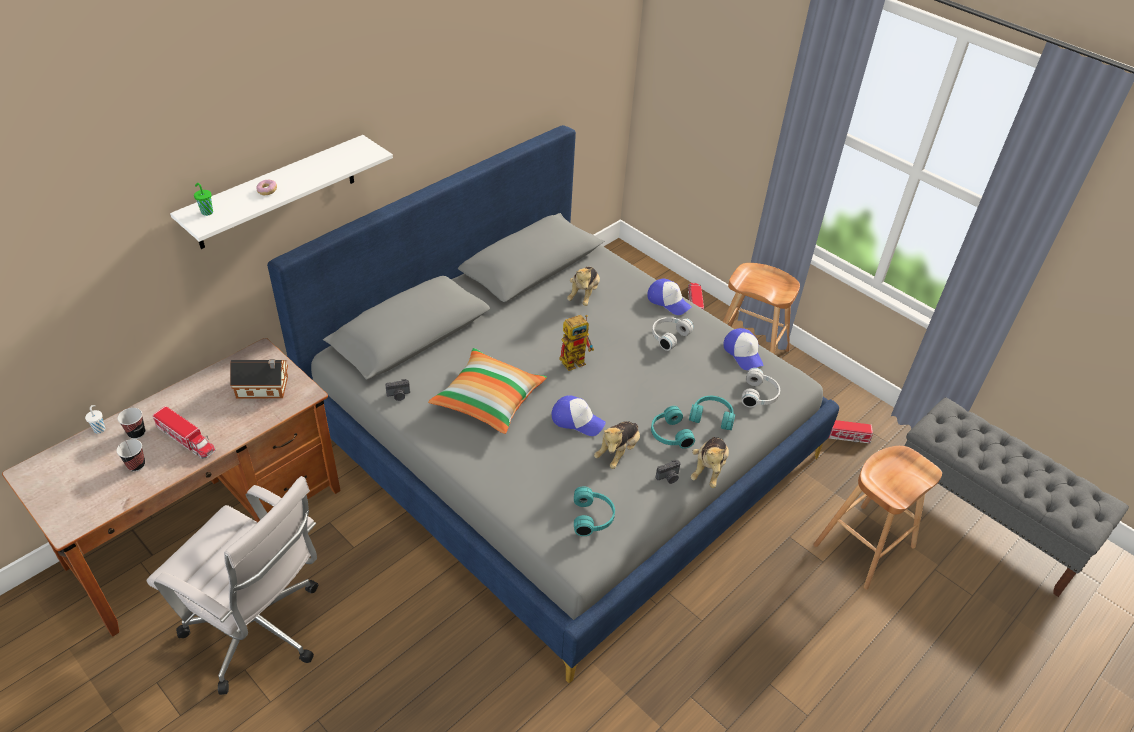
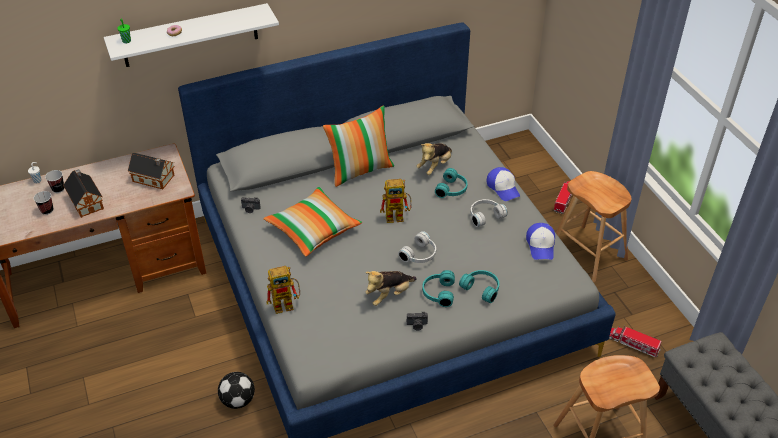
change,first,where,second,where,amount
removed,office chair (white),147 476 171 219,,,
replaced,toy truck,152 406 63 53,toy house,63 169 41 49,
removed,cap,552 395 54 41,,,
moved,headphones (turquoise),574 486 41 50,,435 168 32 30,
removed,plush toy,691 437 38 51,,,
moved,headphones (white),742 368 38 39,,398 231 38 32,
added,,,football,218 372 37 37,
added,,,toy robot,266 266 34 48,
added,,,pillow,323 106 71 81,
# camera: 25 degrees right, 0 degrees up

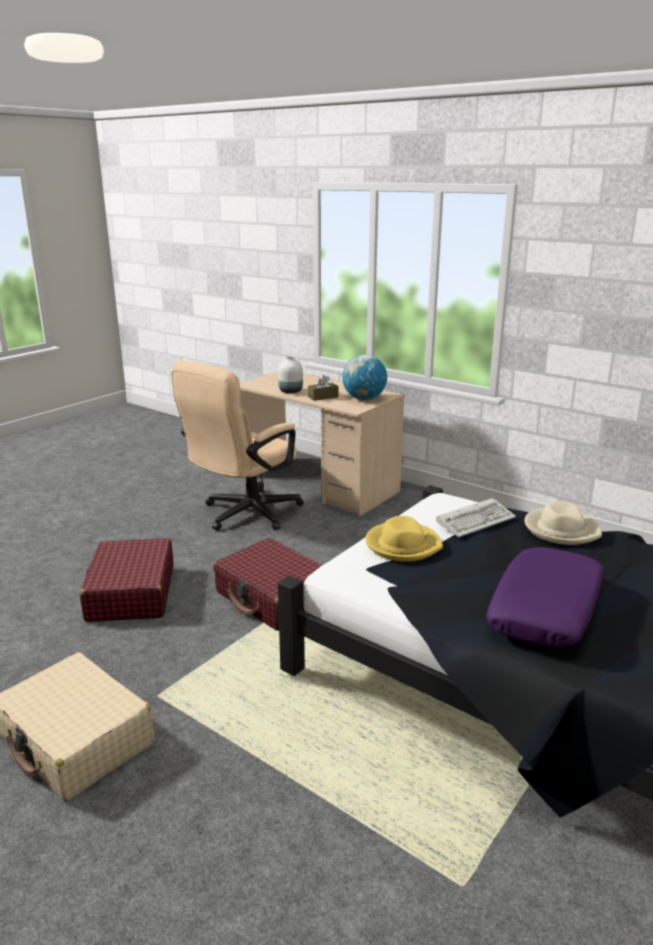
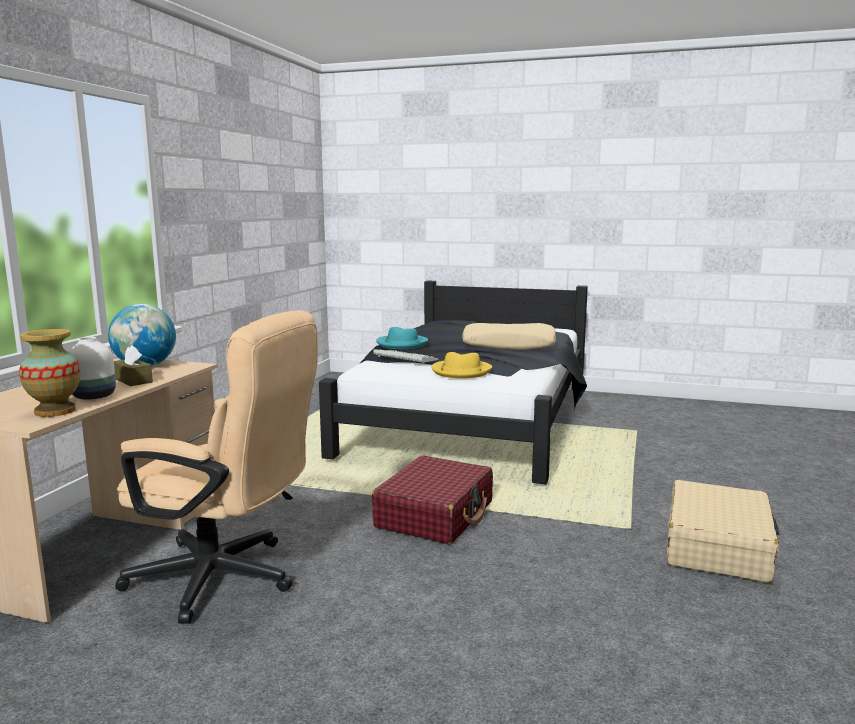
change,first,where,second,where,amount
removed,suitcase (red),80 538 93 84,,,
recoloured,pillow (purple),486 547 118 100,pillow (beige),462 323 94 27,
recoloured,hat (beige),524 501 78 44,hat (turquoise),376 327 52 22,
added,,,vase,19 329 61 88,
# camera: 110 degrees left, 10 degrees down

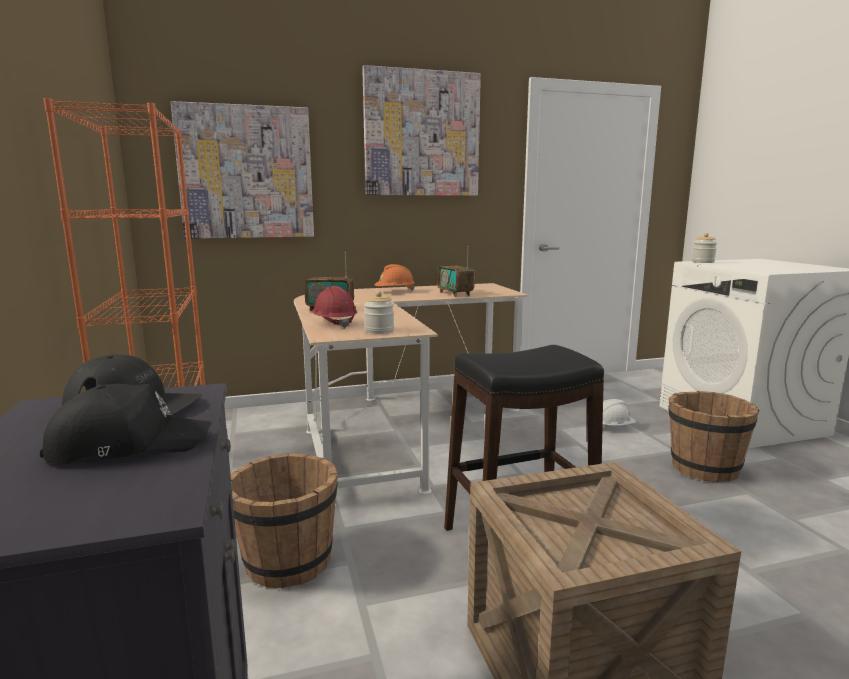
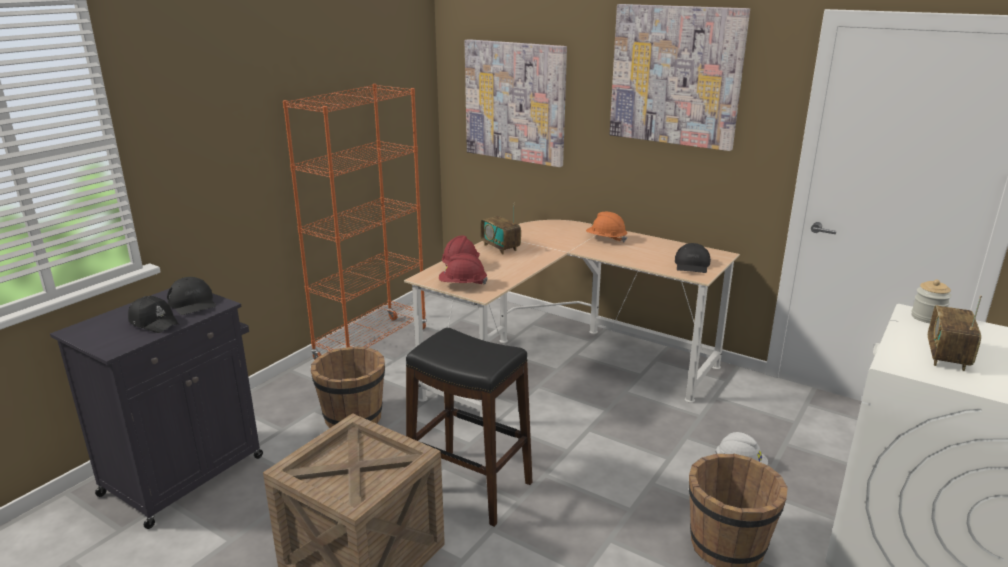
change,first,where,second,where,amount
replaced,jar,364 291 30 43,hard hat (red),439 253 49 32,
moved,radio,437 246 38 51,,928 295 54 76,
added,,,cap (black),675 243 36 30,
# camera: 50 degrees right, 10 degrees up

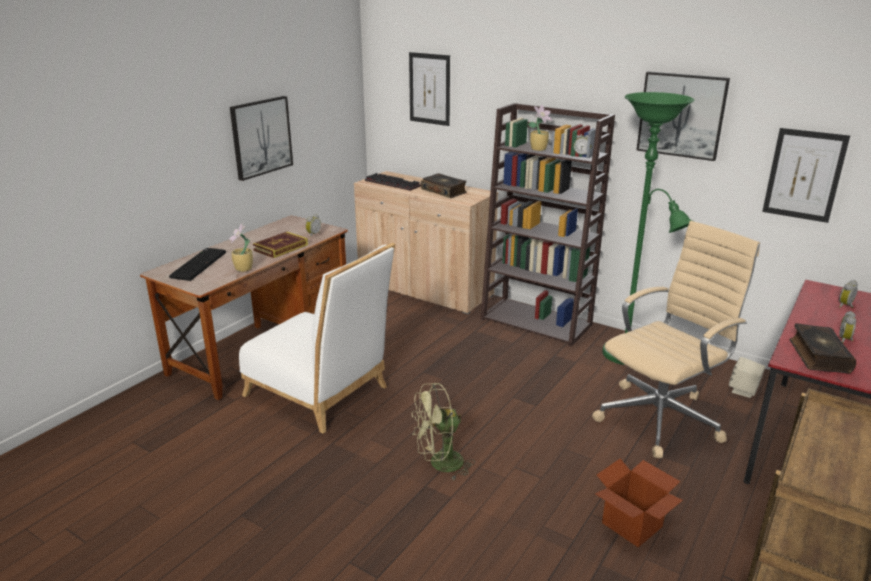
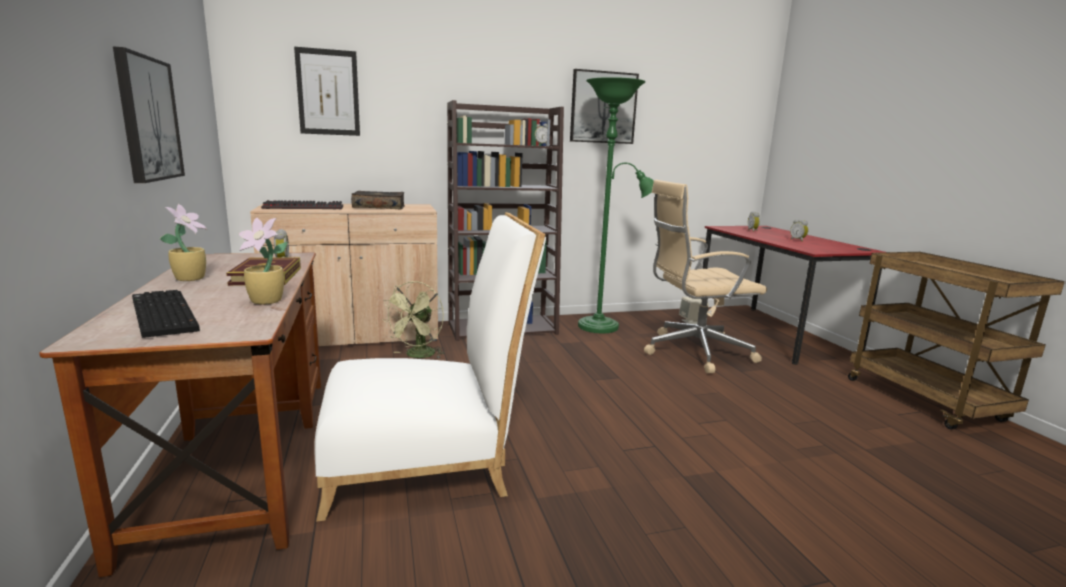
change,first,where,second,where,amount
moved,fan (green),412 383 63 98,,382 281 63 78,
moved,potted plant,528 105 24 46,,160 204 47 77,
turned,office chair (beige),592 221 168 237,,644 180 123 193,105 degrees counterclockwise
removed,cardboard box,595 459 88 88,,,
removed,picture,762 128 88 95,,,
removed,book,789 323 67 51,,,
# camera: 50 degrees left, 10 degrees down

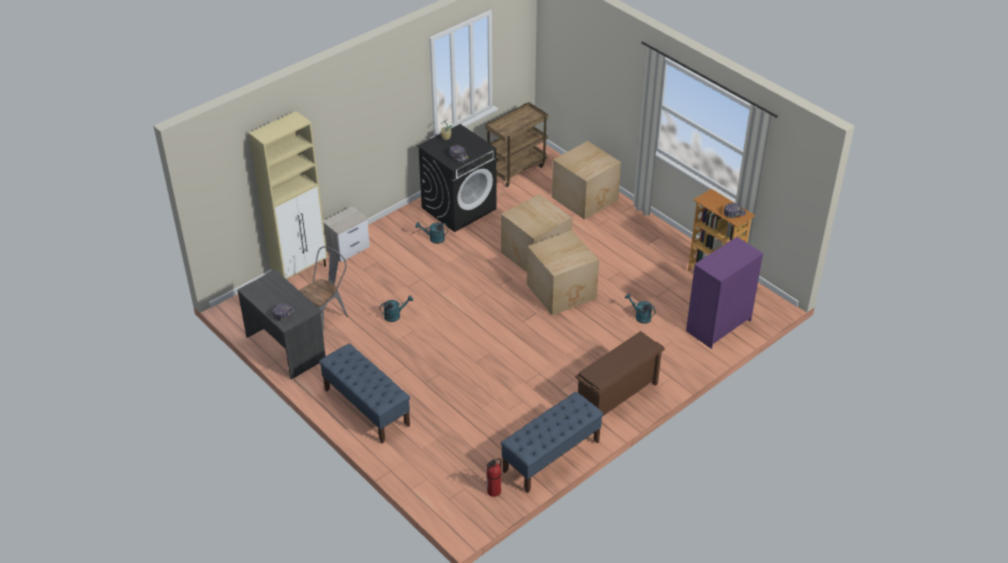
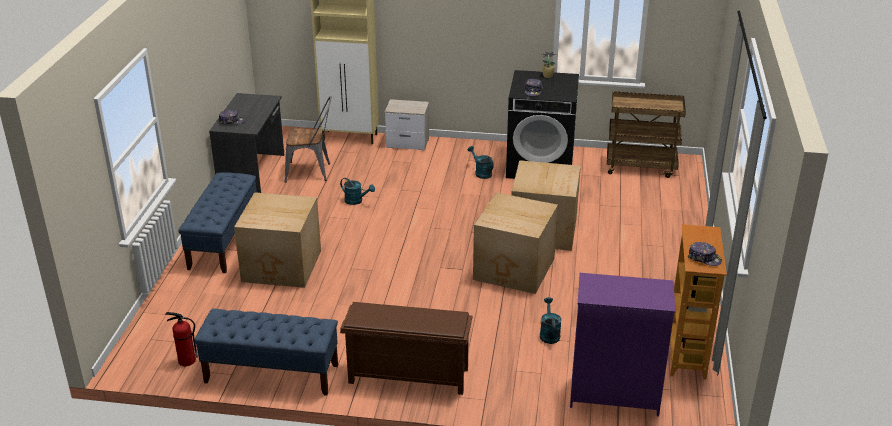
change,first,where,second,where,amount
moved,cardboard box,552 141 69 79,,234 192 87 96,
# camera: 50 degrees right, 10 degrees down

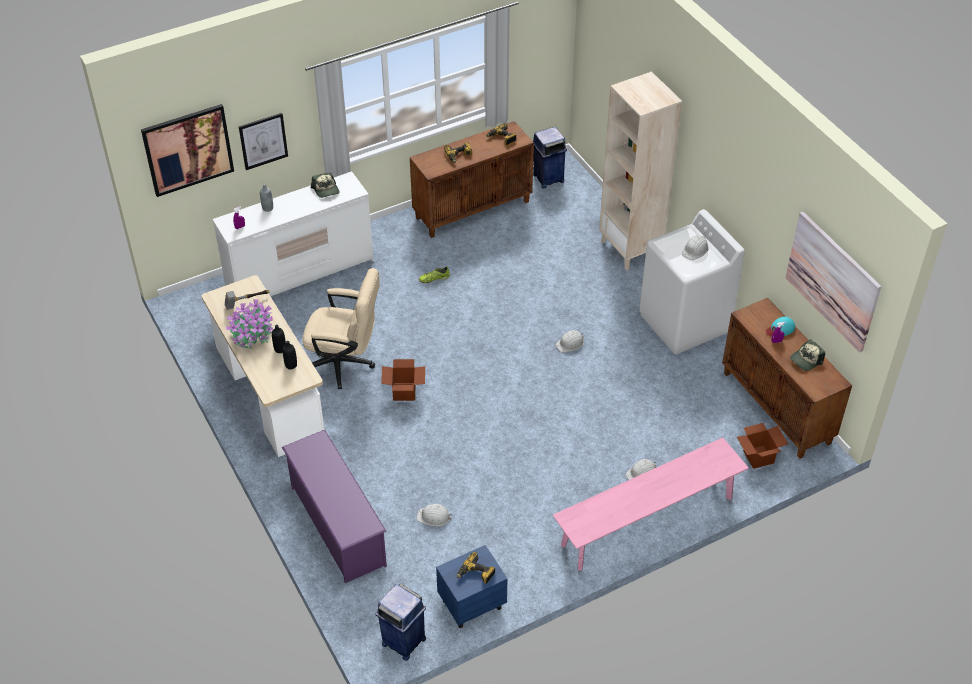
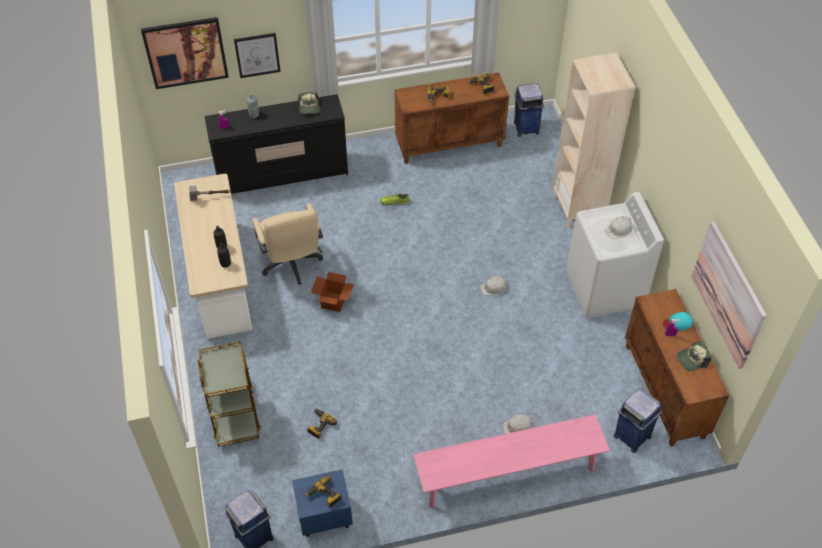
change,first,where,second,where,amount
recoloured,dresser (white),212 171 162 126,dresser (black),204 94 144 100,
removed,potted plant,225 299 48 50,,,
replaced,shoe rack (purple),282 430 105 153,cart (brown),197 341 64 106,
turned,office chair (beige),302 268 78 121,,253 204 70 81,45 degrees clockwise
replaced,hard hat (white),417 504 35 23,power drill,307 409 30 30,
replaced,cardboard box,737 423 51 46,trash can (blue),614 389 48 64,
# camera: 15 degrees right, 5 degrees up

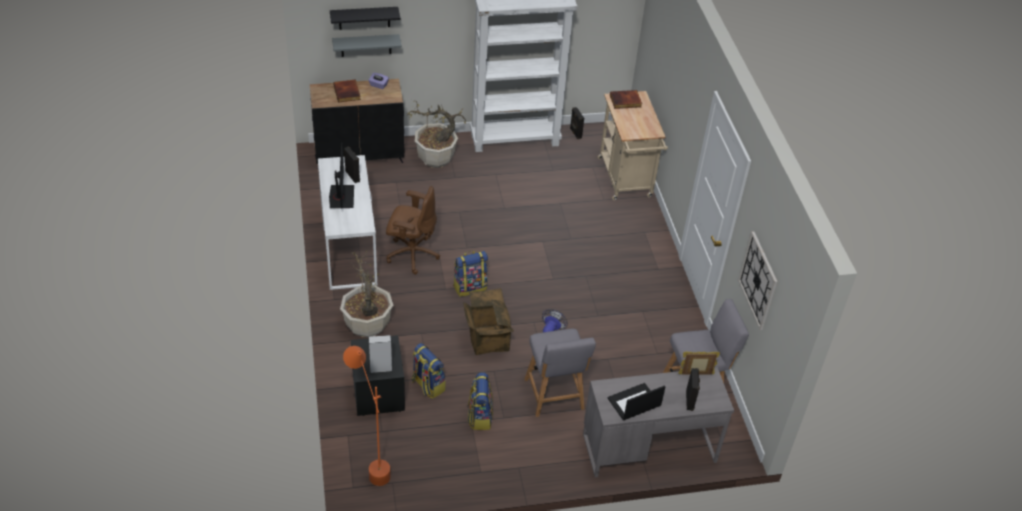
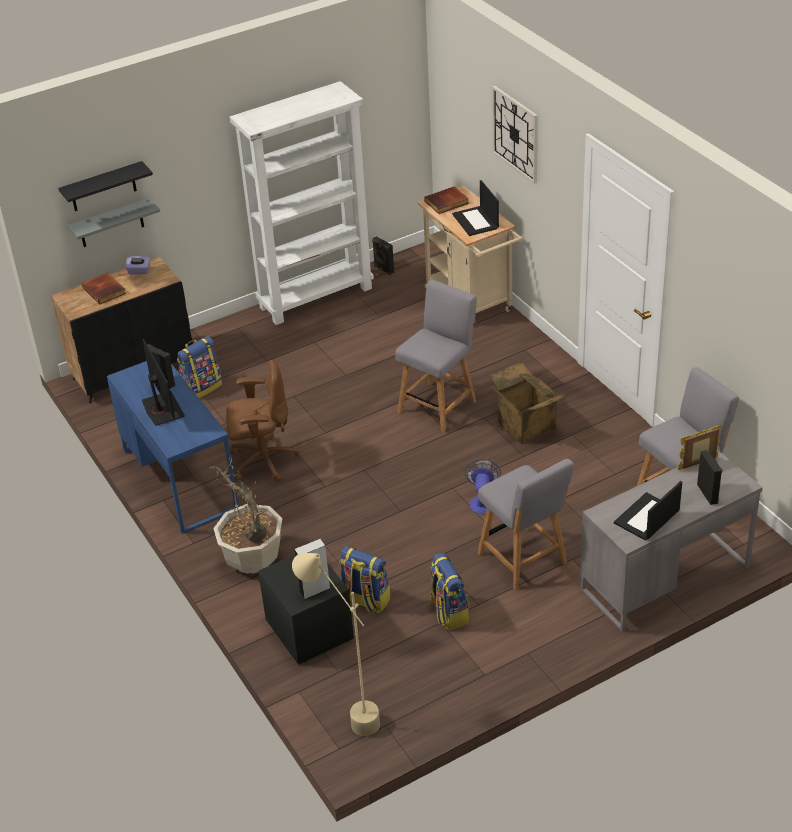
change,first,where,second,where,amount
recoloured,desk (white),318 155 59 135,desk (blue),107 361 132 173,
recoloured,floor lamp (orange),343 346 48 140,floor lamp (beige),292 553 88 183,
removed,potted plant,407 99 60 69,,,
moved,backpack,453 251 35 46,,177 336 45 62,
moved,cardboard box,463 288 51 67,,488 361 78 83,
moved,wall clock,738 231 40 99,,492 85 46 99,
added,,,chair (grey),395 280 82 152,
added,,,laptop,452 180 47 56,
# camera: 15 degrees left, 5 degrees down

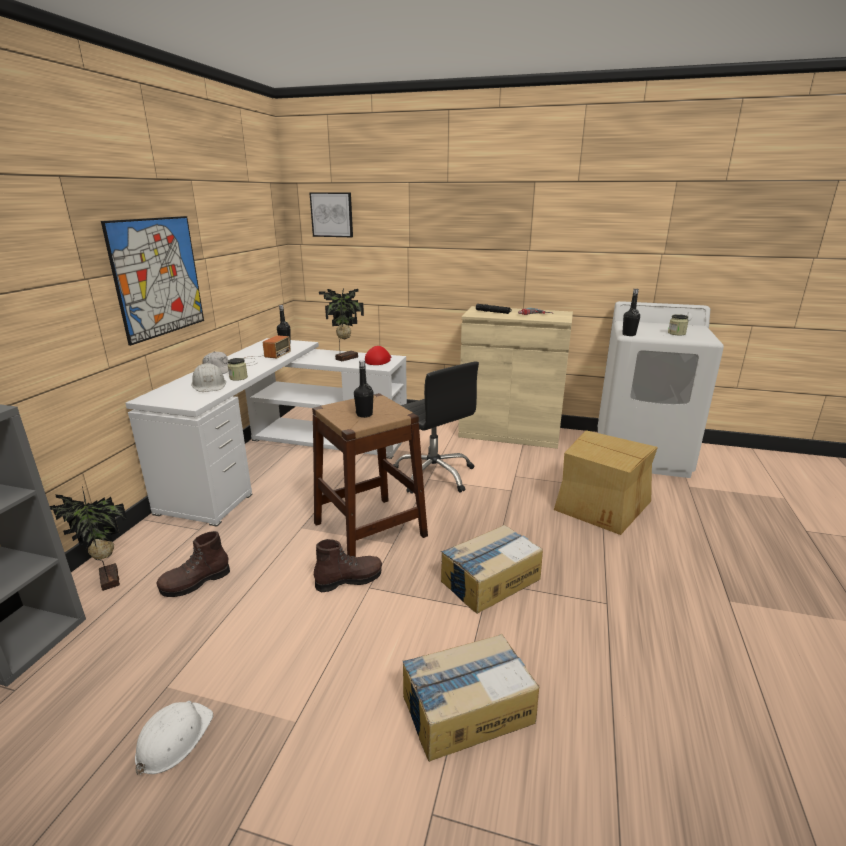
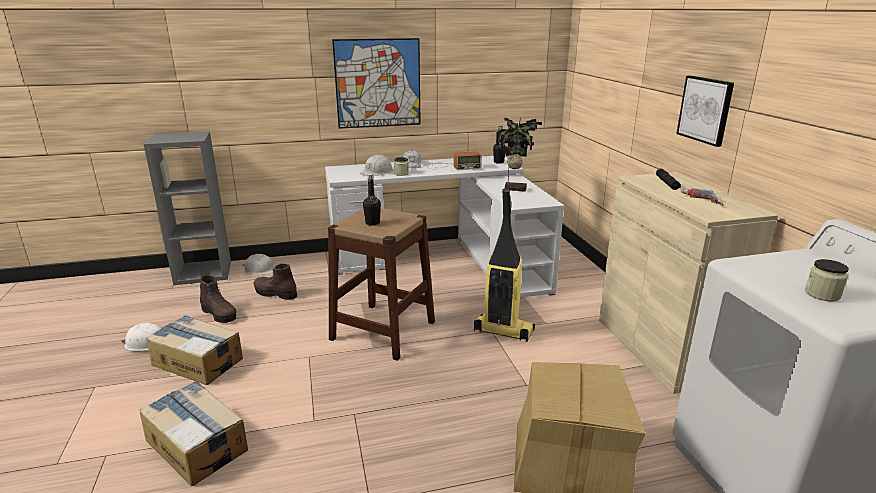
change,first,where,second,where,amount
replaced,potted plant,50 486 77 105,hard hat (white),243 254 32 20,
moved,picture,309 192 44 45,,676 76 58 71,
moved,boot (brown),314 539 68 53,,200 275 36 48,
removed,cap (red),365 346 26 19,,,
replaced,office chair (black),393 361 86 133,vacuum cleaner,474 188 61 154,
moved,cardboard box,441 525 102 89,,146 315 97 70,
removed,bottle (black),622 289 18 47,,,
# camera: 60 degrees right, 0 degrees up

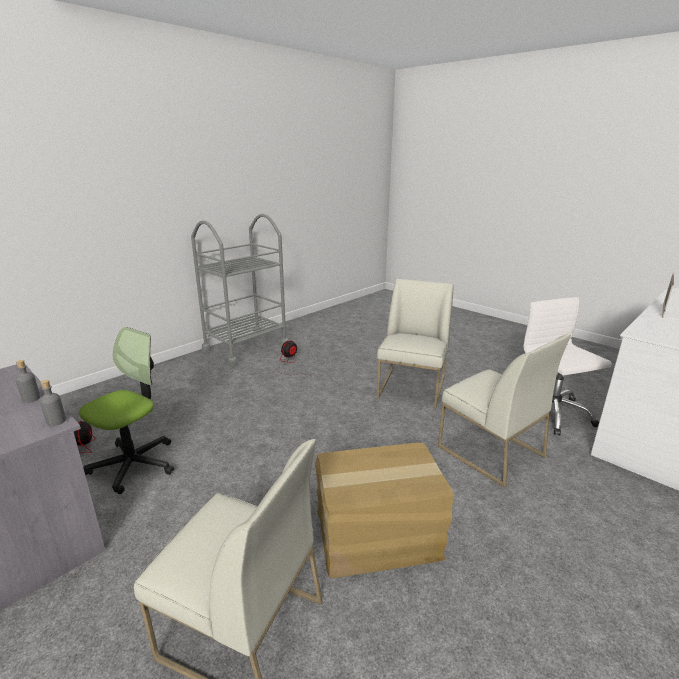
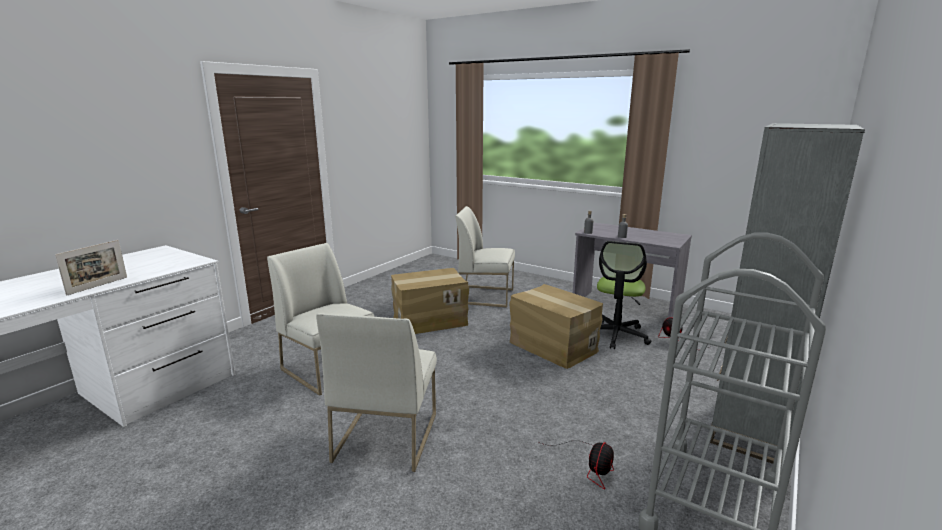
change,first,where,second,where,amount
removed,office chair (white),524 297 88 138,,,
added,,,cardboard box,509 284 94 85,
added,,,bookcase (grey),710 123 155 342,
# camera: 170 degrees right, 5 degrees down

